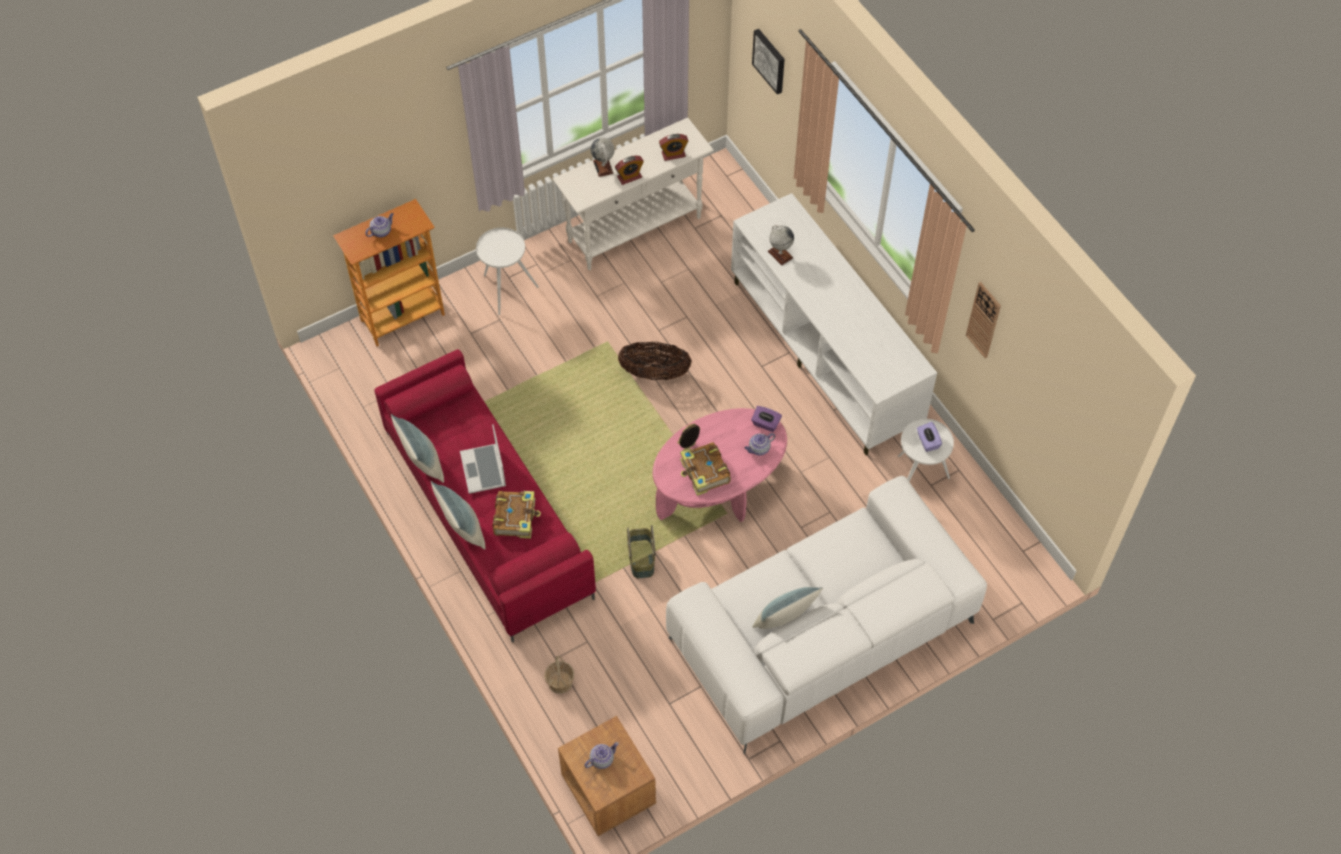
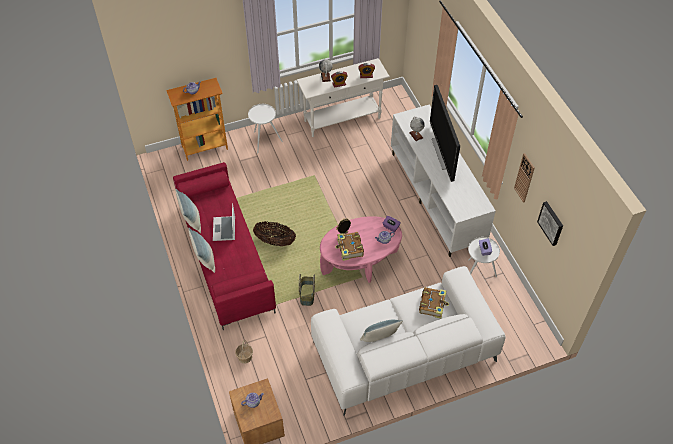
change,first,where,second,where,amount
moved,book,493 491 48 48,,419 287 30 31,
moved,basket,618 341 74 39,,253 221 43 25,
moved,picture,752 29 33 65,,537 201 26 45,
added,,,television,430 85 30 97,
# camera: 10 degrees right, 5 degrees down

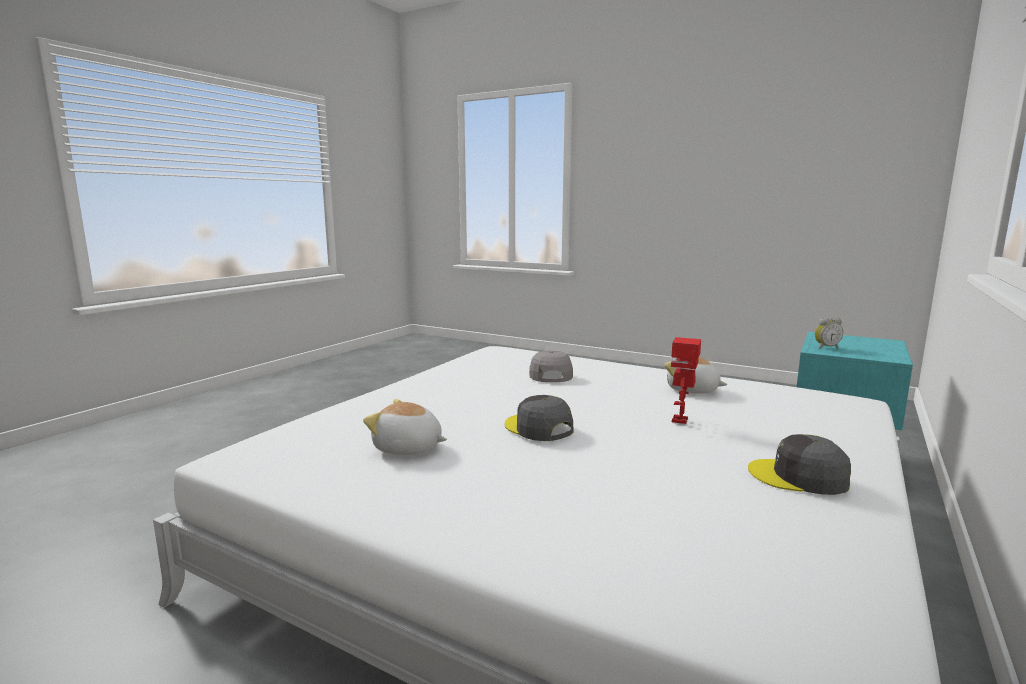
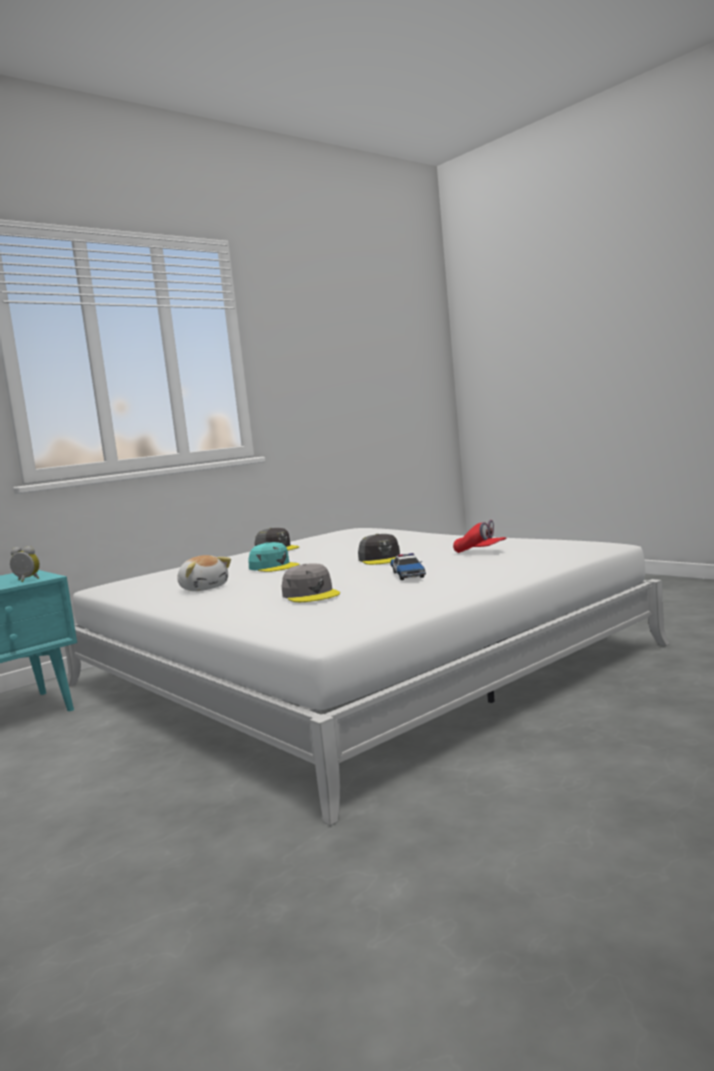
change,first,where,second,where,amount
replaced,plush toy,363 399 84 56,cap (red),453 520 53 33,
turned,cap (grey),529 351 44 31,,282 564 58 38,45 degrees counterclockwise
replaced,toy robot,671 337 30 87,cap (turquoise),248 542 52 30,
added,,,toy car,390 553 36 27,
# camera: 160 degrees left, 5 degrees down

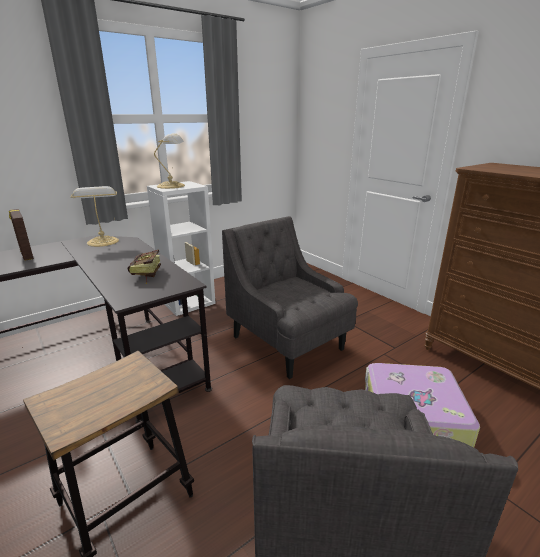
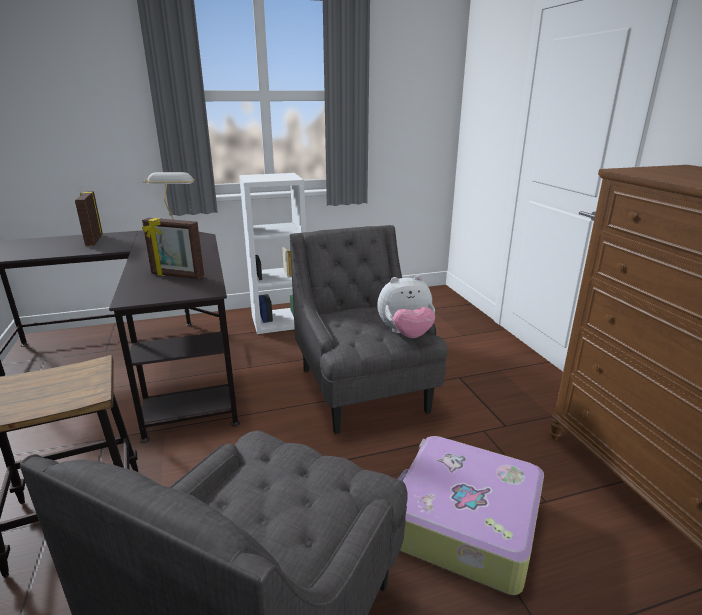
change,first,where,second,where,amount
replaced,book,128 250 33 34,picture frame,142 218 62 61,
removed,table lamp,154 133 31 56,,,
added,,,plush toy,377 275 58 63,
# camera: 20 degrees right, 0 degrees up

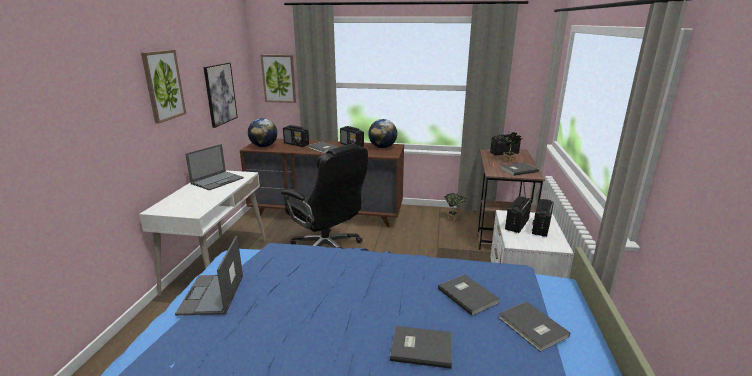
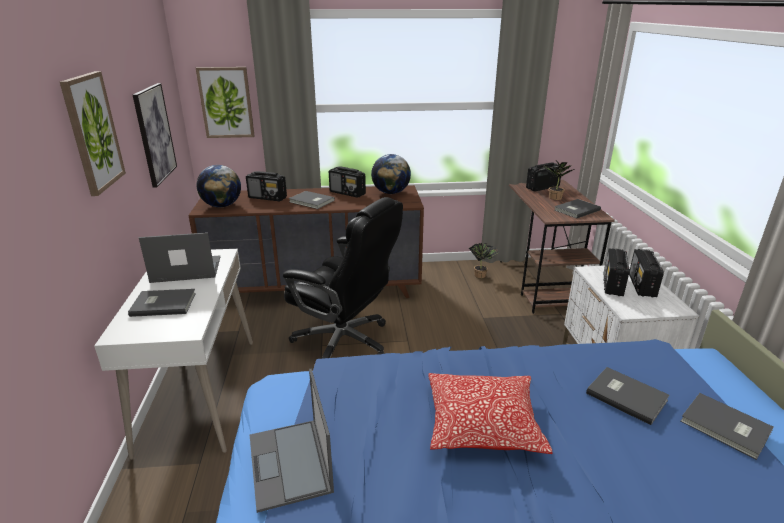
change,first,where,second,where,amount
turned,laptop,185 144 59 47,,139 232 81 51,120 degrees counterclockwise
moved,book (grey),390 326 62 43,,128 289 68 28,
added,,,pillow,428 373 124 81,
# camera: 15 degrees left, 5 degrees up

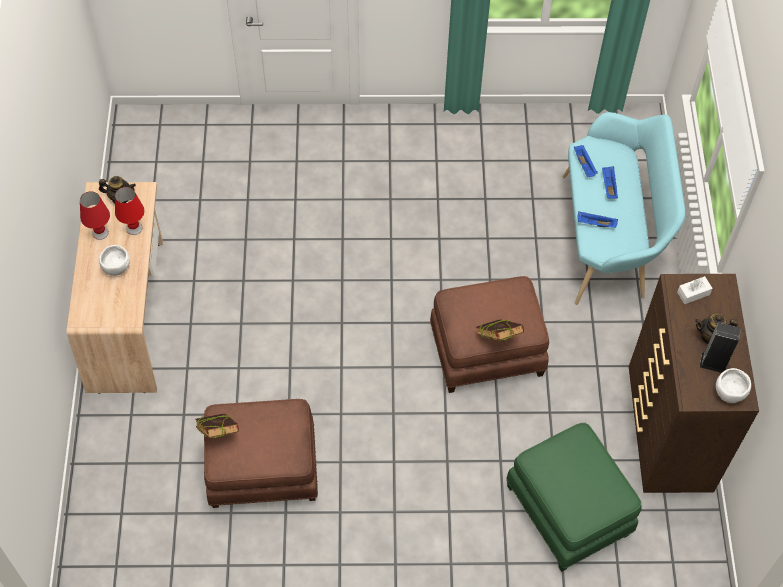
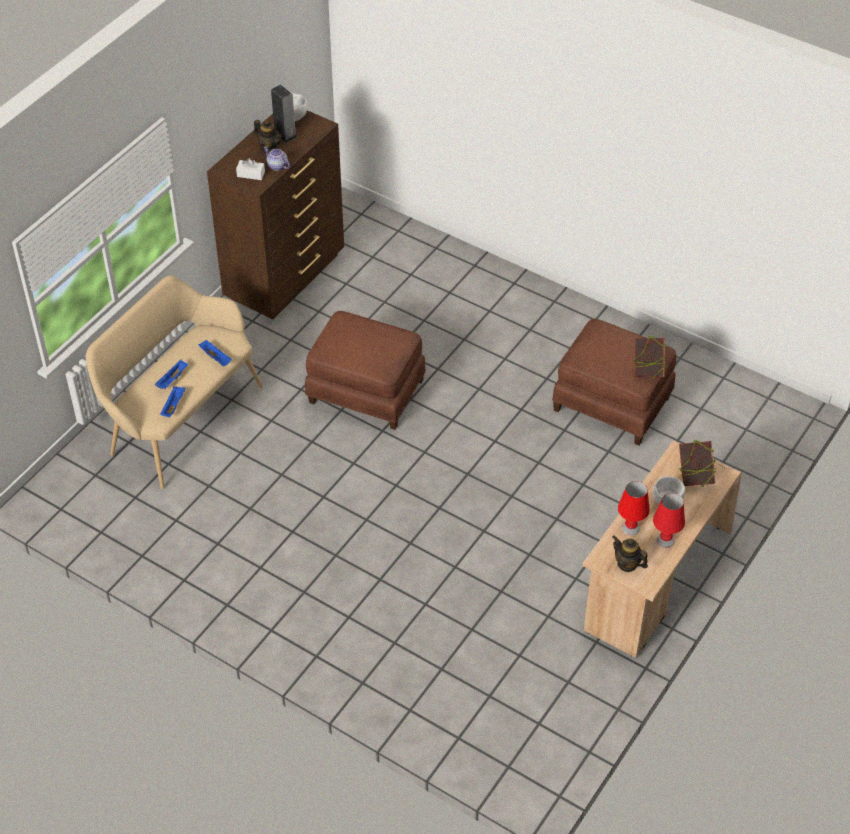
change,first,where,second,where,amount
moved,book,476 319 48 21,,679 440 37 46,
removed,ottoman (green),506 423 136 149,,,
recoloured,bench (turquoise),563 112 123 193,bench (beige),86 275 177 214,
added,,,teapot,264 146 26 25,
# camera: 145 degrees left, 10 degrees down

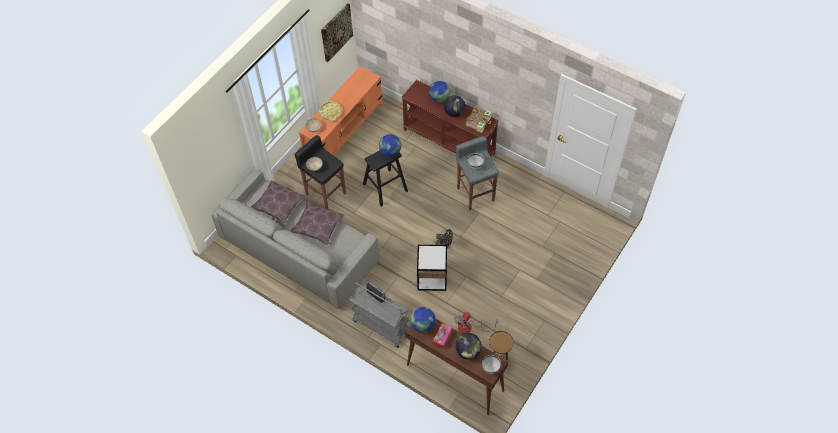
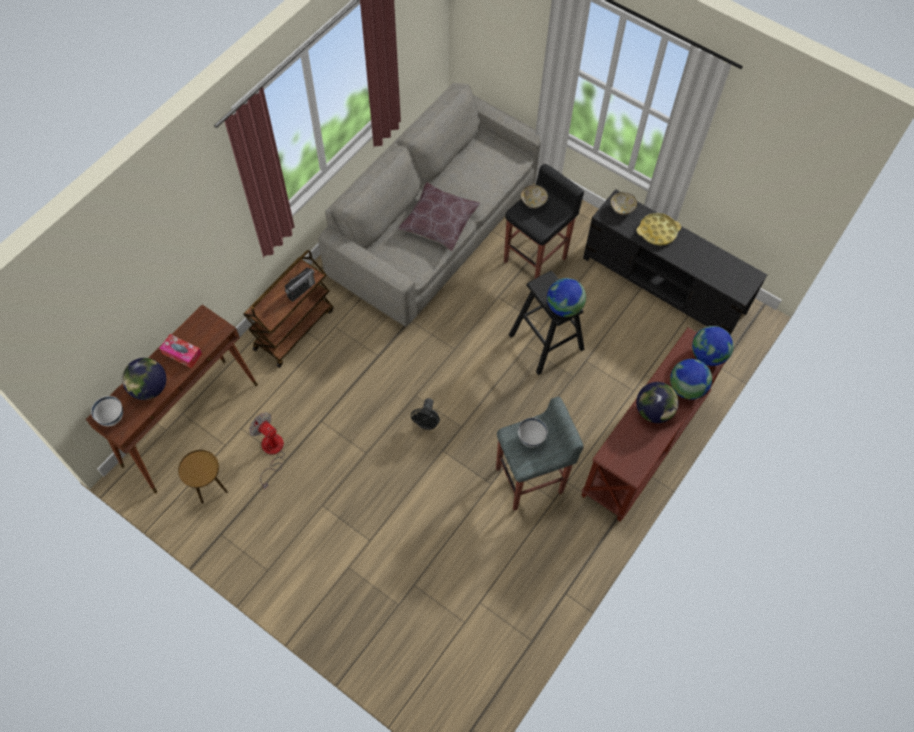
change,first,where,second,where,amount
removed,pillow (brown),251 180 55 44,,,
recoloured,tv stand (orange),299 66 84 90,tv stand (black),583 189 184 146,
removed,picture,321 3 32 59,,,
recoloured,cart (grey),350 283 59 65,cart (brown),243 250 91 118,
moved,globe,410 307 26 26,,692 326 42 40,
removed,side table,417 245 30 46,,,
removed,book,465 107 27 26,,,
# camera: 90 degrees right, 5 degrees up

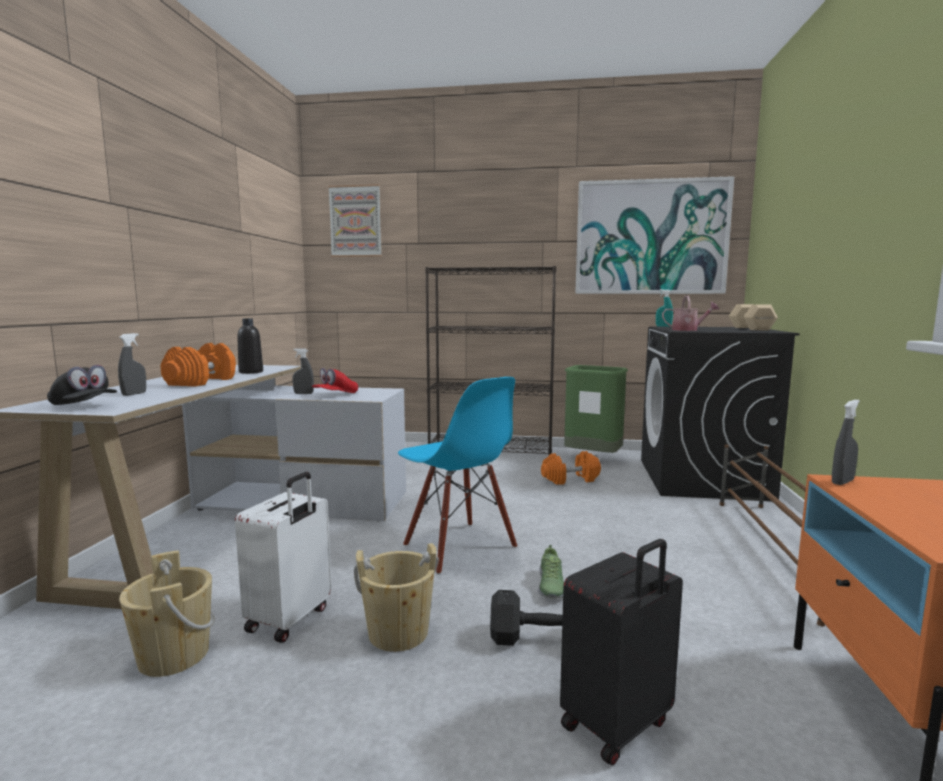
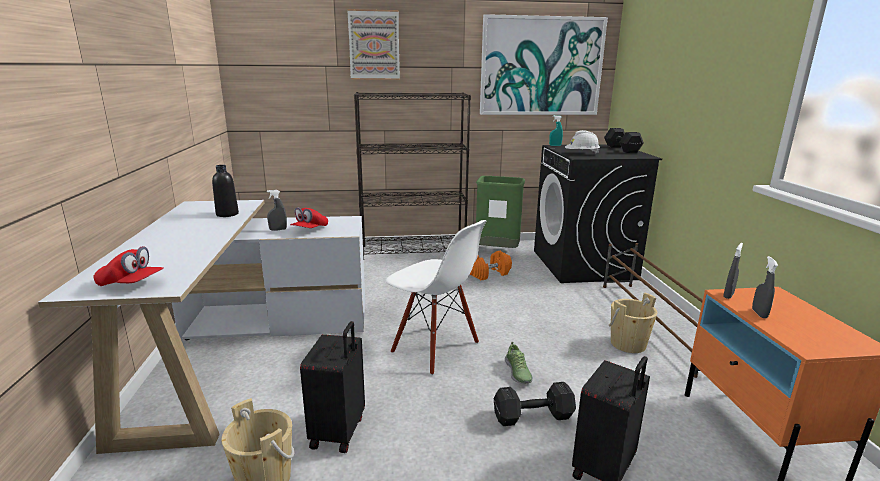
change,first,where,second,where,amount
recoloured,cap (black),47 365 70 40,cap (red),94 246 70 40,
moved,spray bottle (grey),118 333 28 63,,752 256 26 62,
removed,dumbbell (orange),161 343 75 44,,,
recoloured,suitcase (white),235 472 97 171,suitcase (black),300 321 65 132,
moved,picture,328 184 54 73,,347 9 53 71,
moved,bucket (beige),354 543 85 109,,609 293 48 60,
recoloured,chair (blue),398 377 119 198,chair (white),386 220 101 155,
replaced,watering can,662 296 57 35,hard hat (white),565 130 35 24,
recoloured,dumbbell (beige),729 304 49 26,dumbbell (black),604 128 40 25,
# camera: 15 degrees left, 10 degrees up

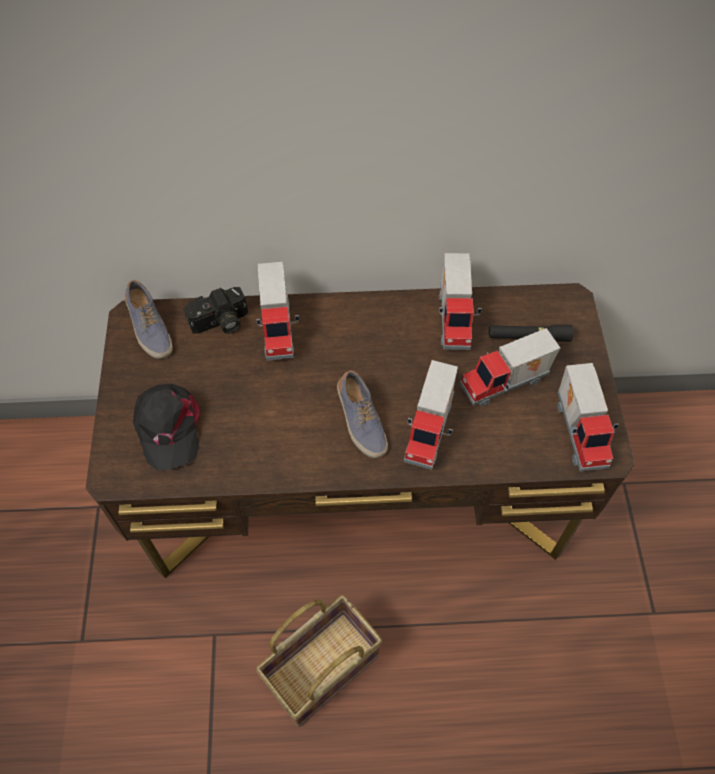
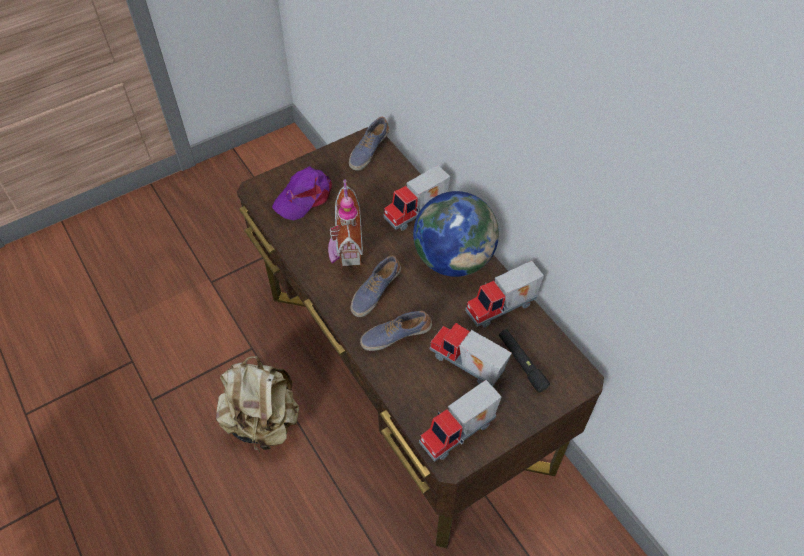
change,first,where,second,where,amount
recoloured,cap (black),133 384 67 87,cap (purple),272 166 60 54,
removed,photo camera,183 287 65 47,,,
replaced,basket,256 595 126 132,backpack (beige),216 356 83 98,
replaced,toy truck,404 360 54 110,shoe,360 311 72 40,
added,,,toy house,328 179 35 88,
added,,,globe,413 191 86 86,
# camera: 60 degrees right, 5 degrees down

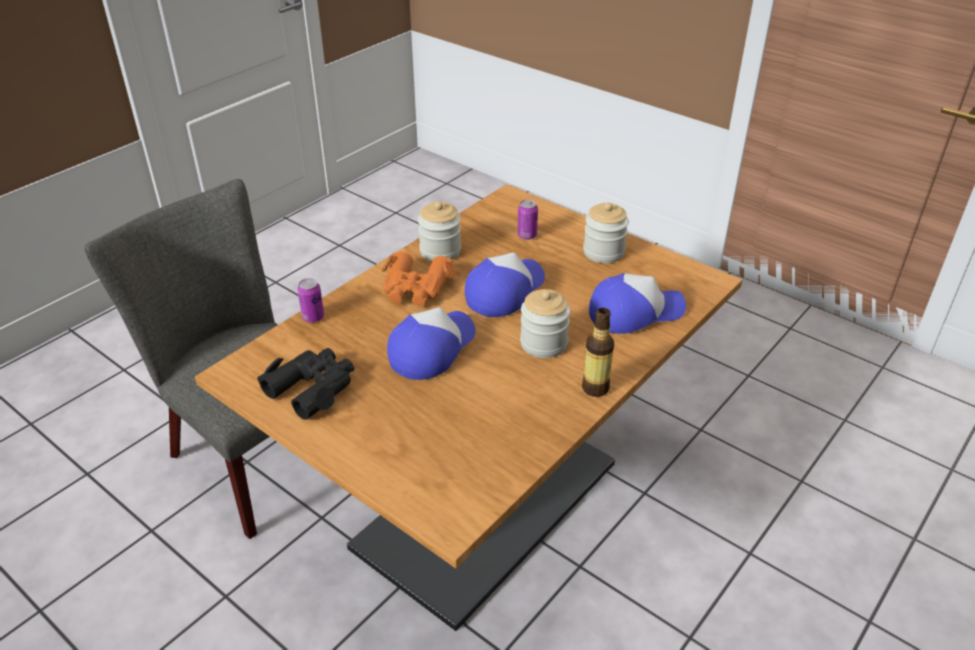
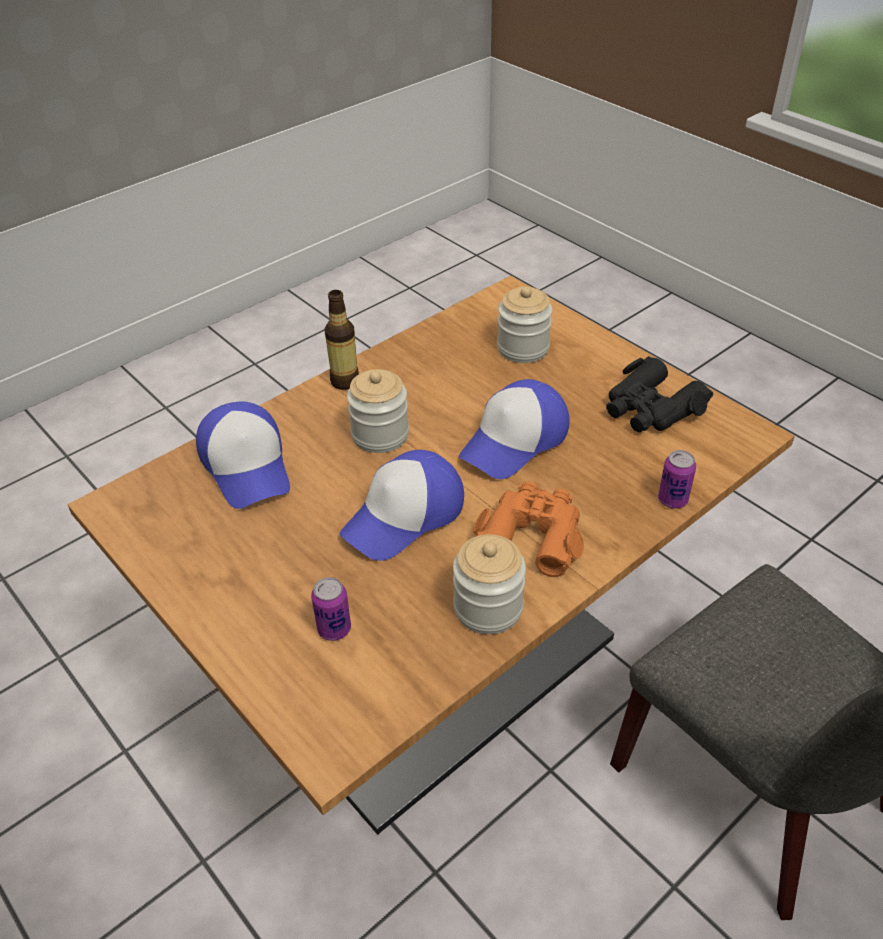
change,first,where,second,where,amount
moved,jar,583 202 46 61,,497 287 56 76,
turned,cap,589 273 97 61,,196 401 94 108,105 degrees counterclockwise
# camera: 170 degrees left, 5 degrees up

